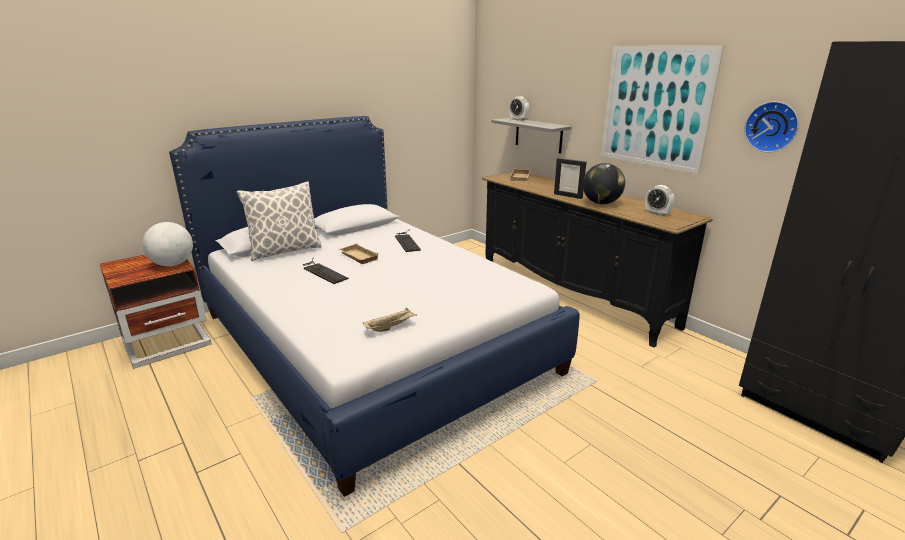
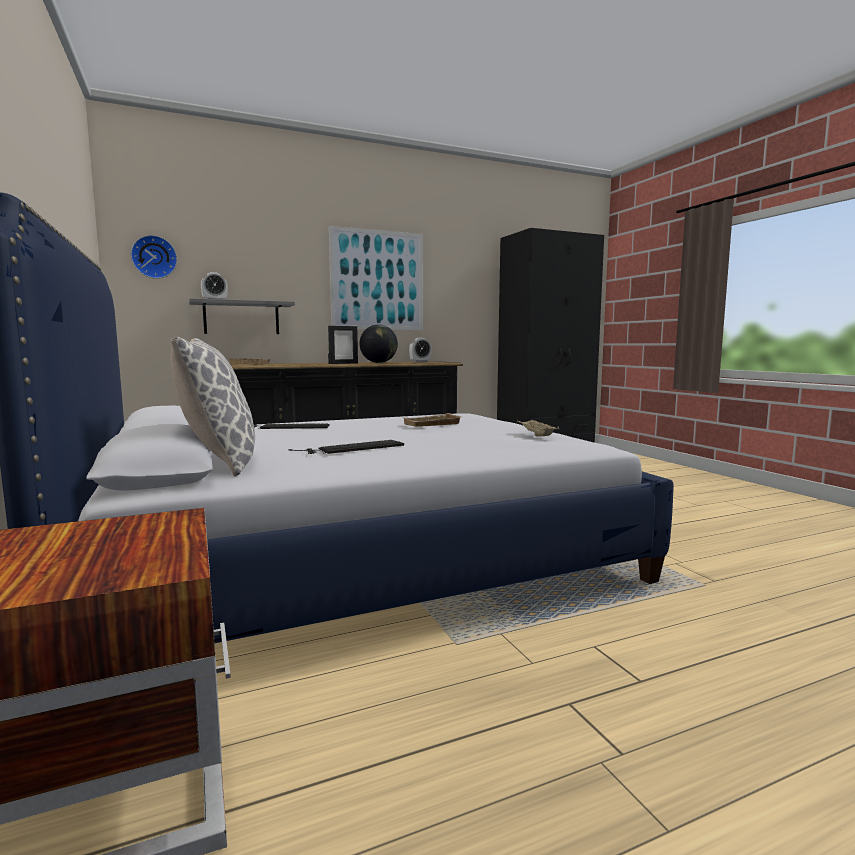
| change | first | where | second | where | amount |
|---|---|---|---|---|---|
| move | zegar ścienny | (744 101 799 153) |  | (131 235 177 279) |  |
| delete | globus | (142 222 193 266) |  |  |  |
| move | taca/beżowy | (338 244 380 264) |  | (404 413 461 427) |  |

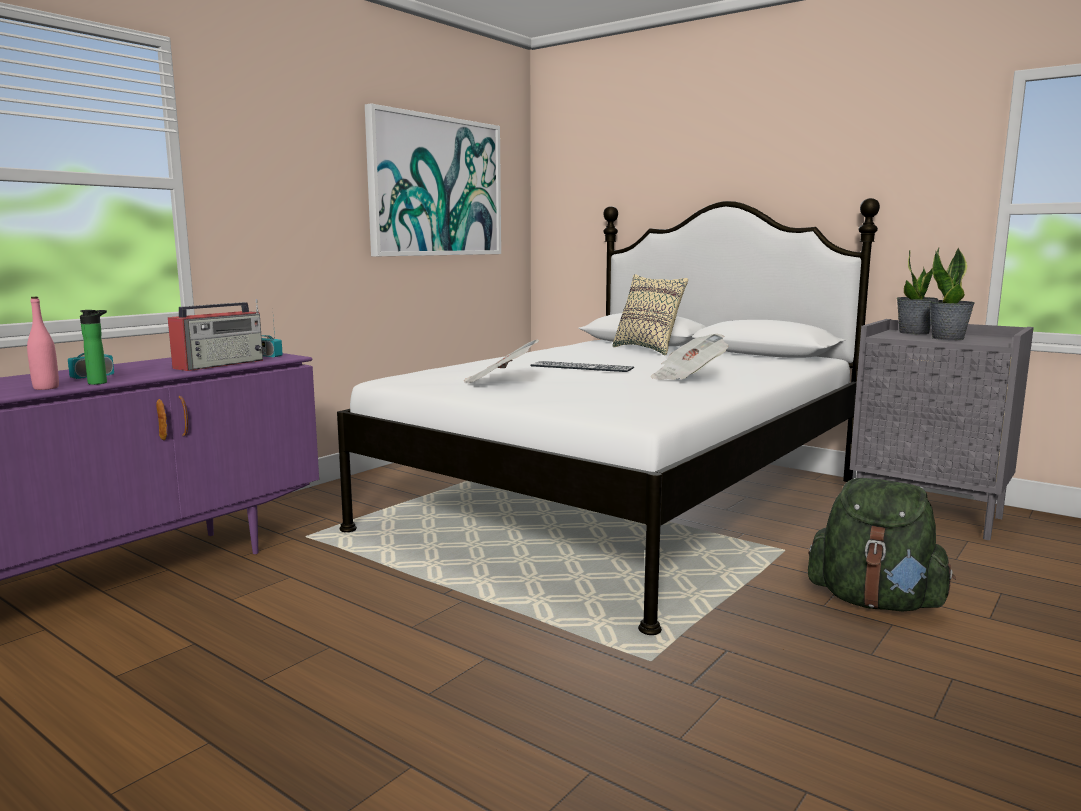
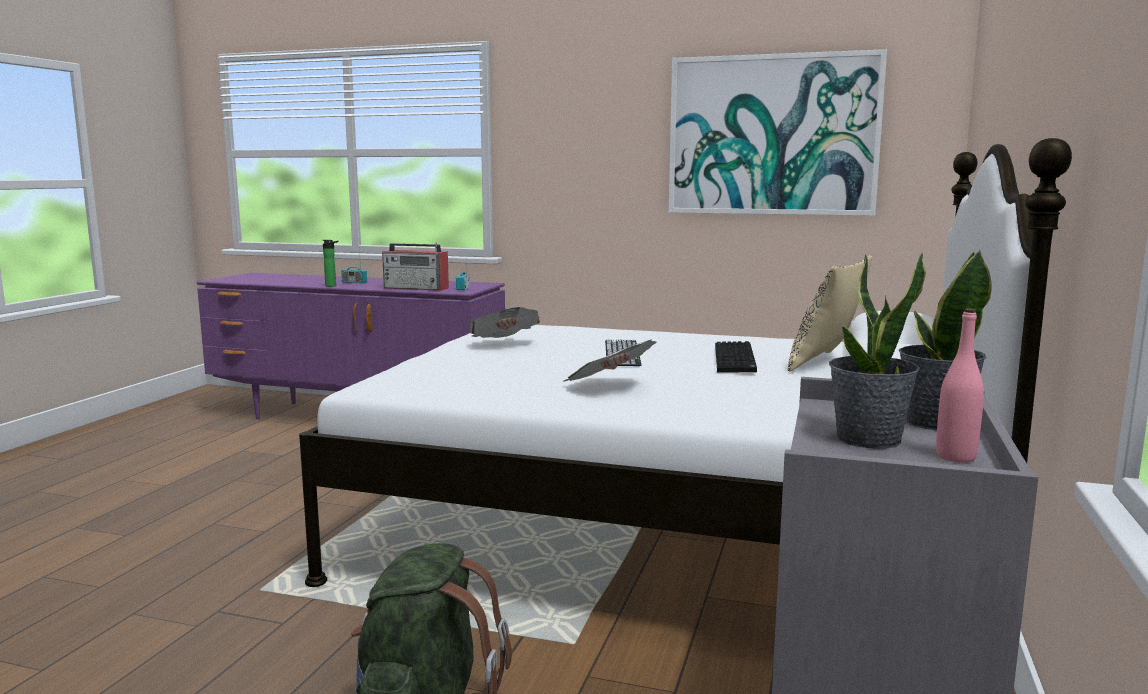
| change | first | where | second | where | amount |
|---|---|---|---|---|---|
| move | butelka/różowy | (27 297 59 390) |  | (936 308 984 463) |  |
| insert |  |  | klawiatura | (715 341 757 373) |  |

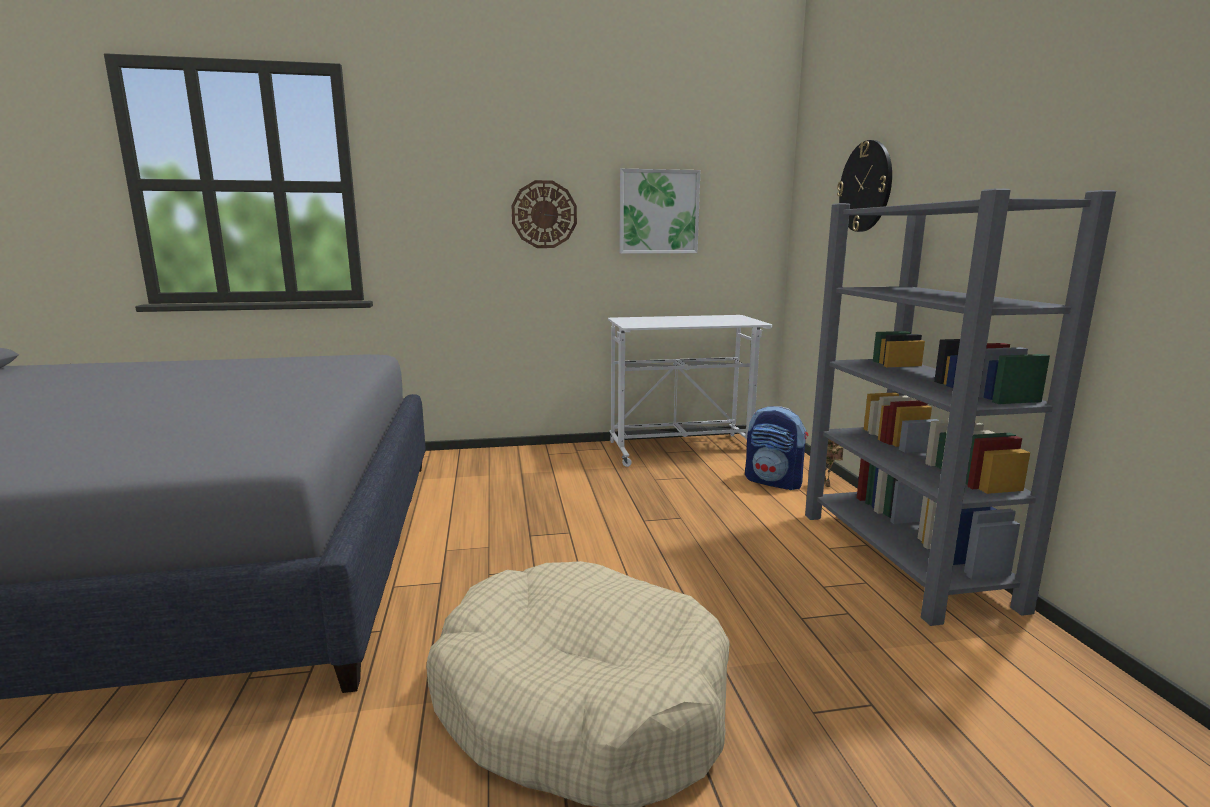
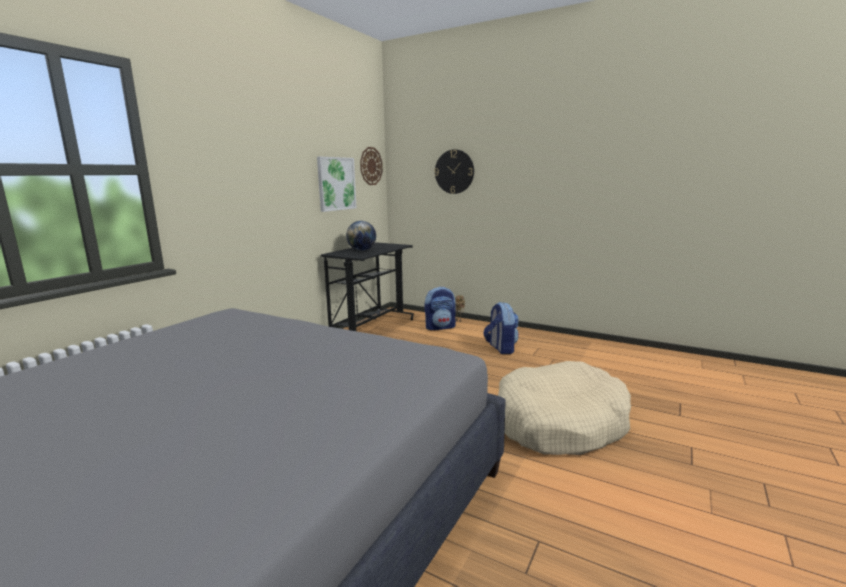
| change | first | where | second | where | amount |
|---|---|---|---|---|---|
| move | zegar ścienny | (511 180 577 248) |  | (360 147 383 185) |  |
| delete | regał/szary | (805 188 1116 626) |  |  |  |
| recolor | biurko/biały | (608 315 772 467) | biurko/czarny | (321 242 414 331) |  |
| insert |  |  | globus | (346 221 376 251) |  |
| insert |  |  | plecak | (483 302 519 354) |  |

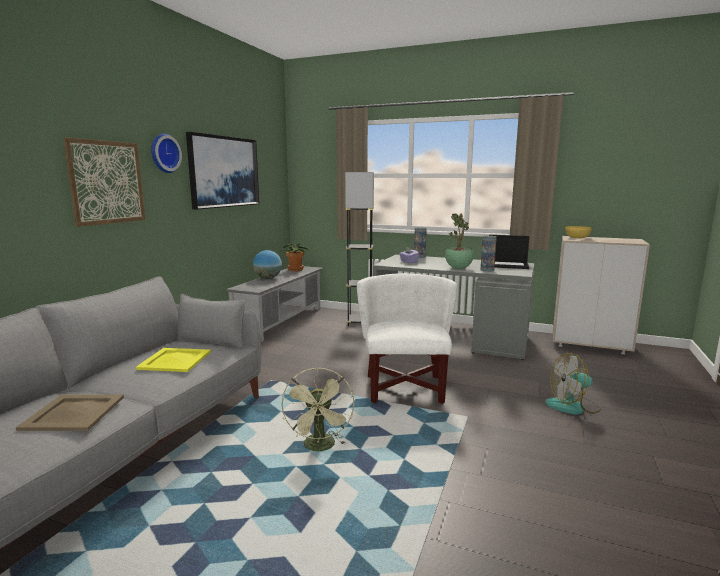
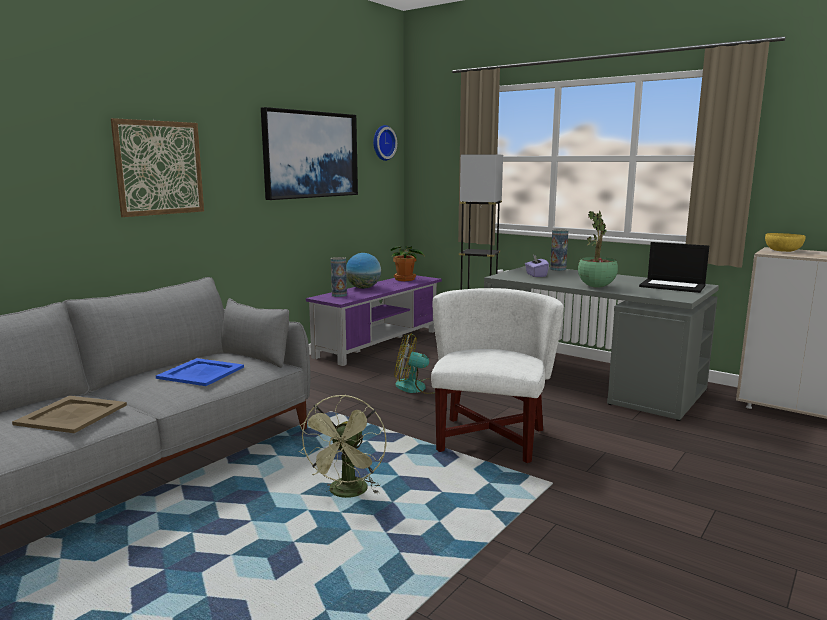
| change | first | where | second | where | amount |
|---|---|---|---|---|---|
| move | zegar ścienny | (151 134 182 173) |  | (373 125 397 161) |  |
| move | wazon | (480 236 497 272) |  | (331 257 347 297) |  |
| recolor | szafka pod telewizor/szary | (226 266 323 342) | szafka pod telewizor/fioletowy | (306 275 442 366) |  |
| recolor | taca/żółty | (136 348 211 372) | taca/niebieski | (156 358 244 386) |  |
| move | wentylator | (545 353 601 415) |  | (395 333 435 394) |  |

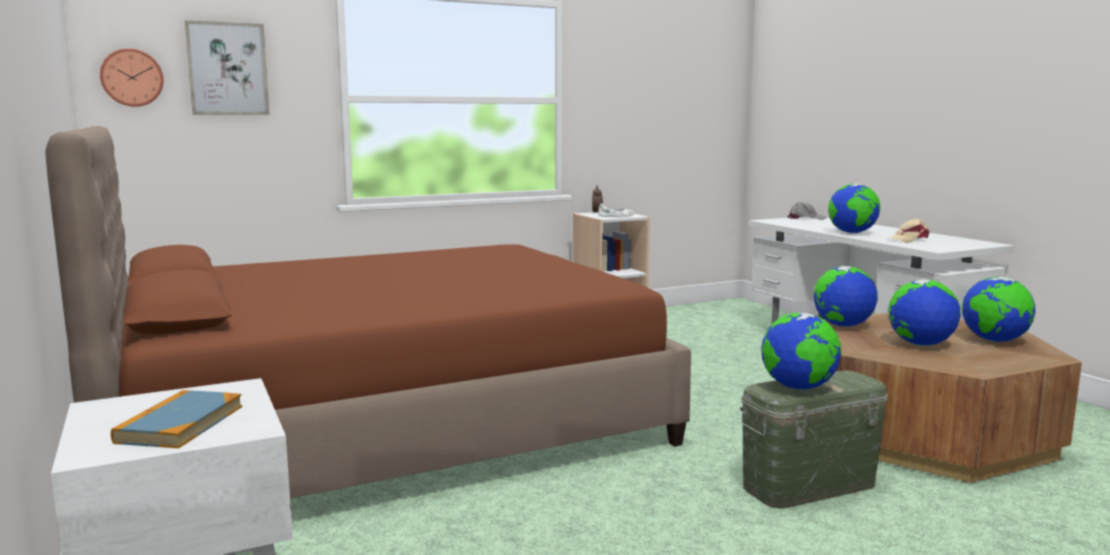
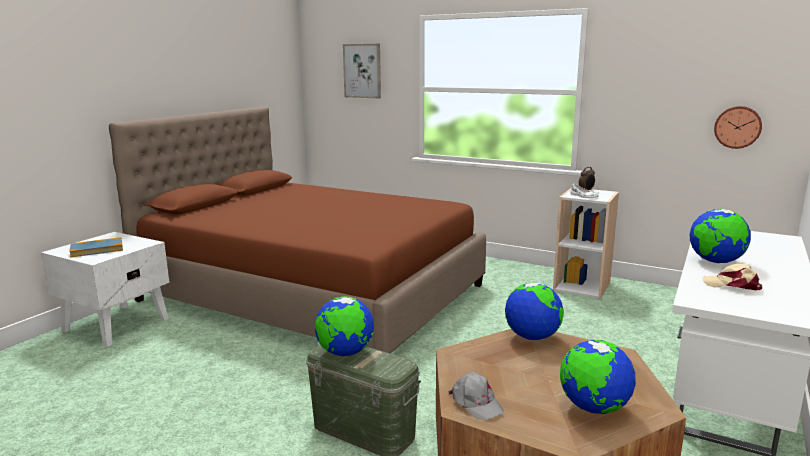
| change | first | where | second | where | amount |
|---|---|---|---|---|---|
| move | zegar ścienny | (100 48 164 107) |  | (714 106 762 149) |  |
| move | czapka z daszkiem/szary | (787 202 827 220) |  | (448 372 504 419) |  |
| delete | globus | (888 279 961 346) |  |  |  |

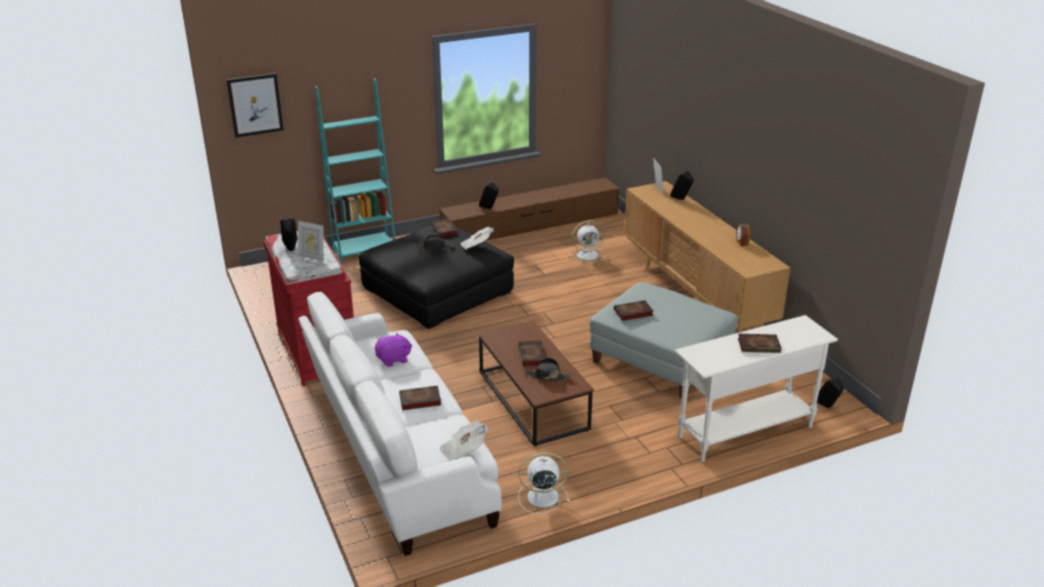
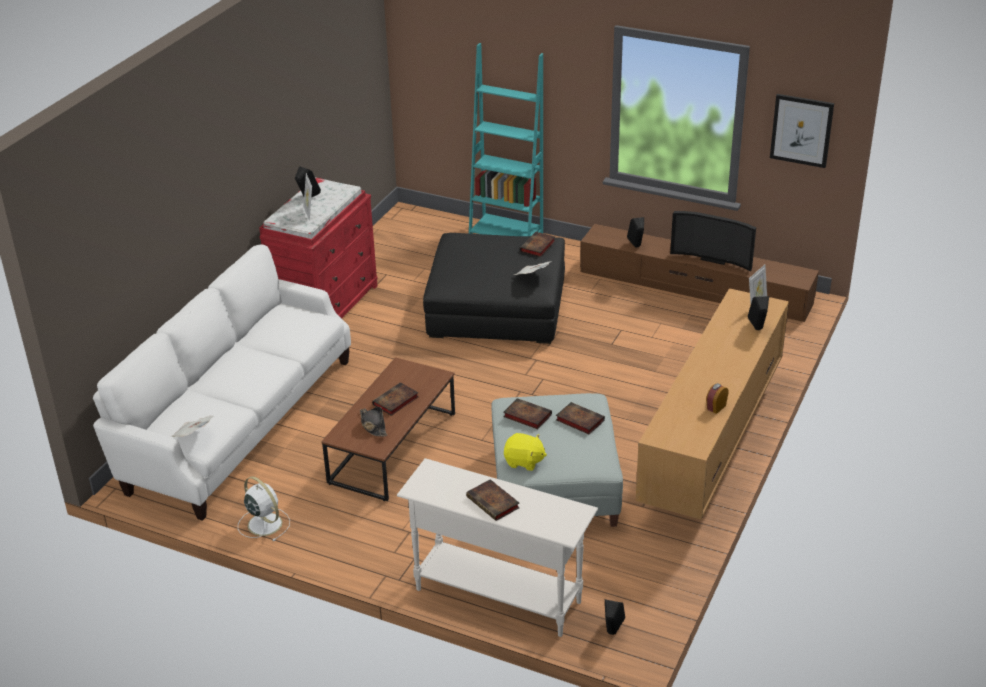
| change | first | where | second | where | amount |
|---|---|---|---|---|---|
| move | obraz | (226 73 283 137) |  | (770 94 834 168) |  |
| delete | wentylator/biały | (569 220 605 263) |  |  |  |
| delete | kapelusz/czarny | (414 235 455 251) |  |  |  |
| delete | pluszak/fioletowy | (375 333 412 367) |  |  |  |
| move | książka | (399 386 441 410) |  | (556 402 605 434) |  |
| insert |  |  | telewizor | (670 211 756 271) |  |
| insert |  |  | pluszak/żółty | (504 433 547 471) |  |

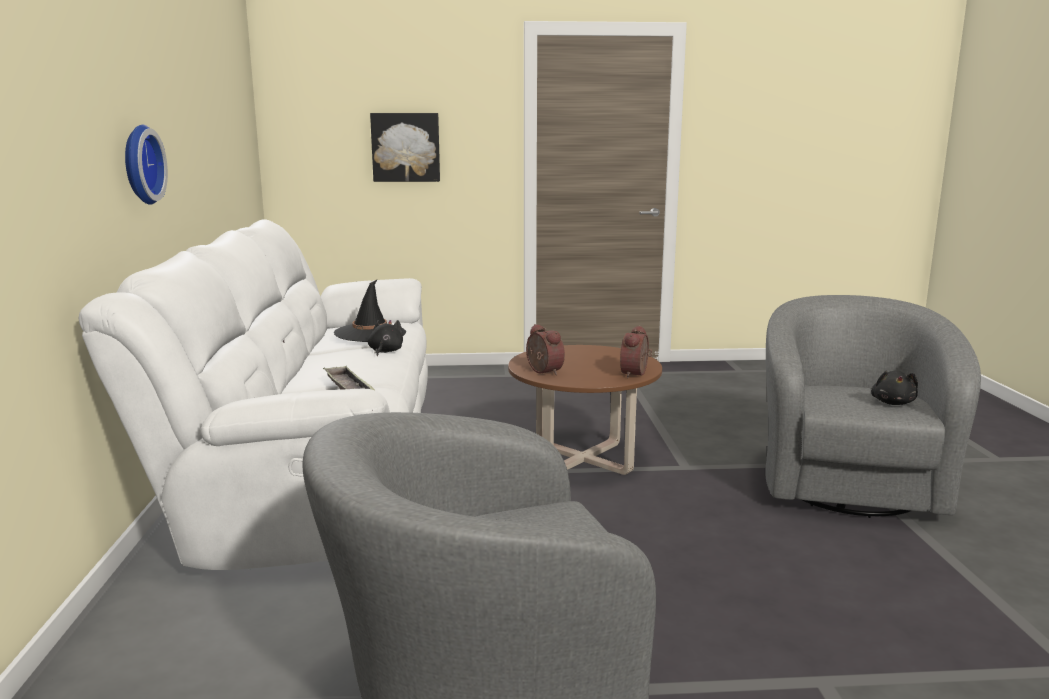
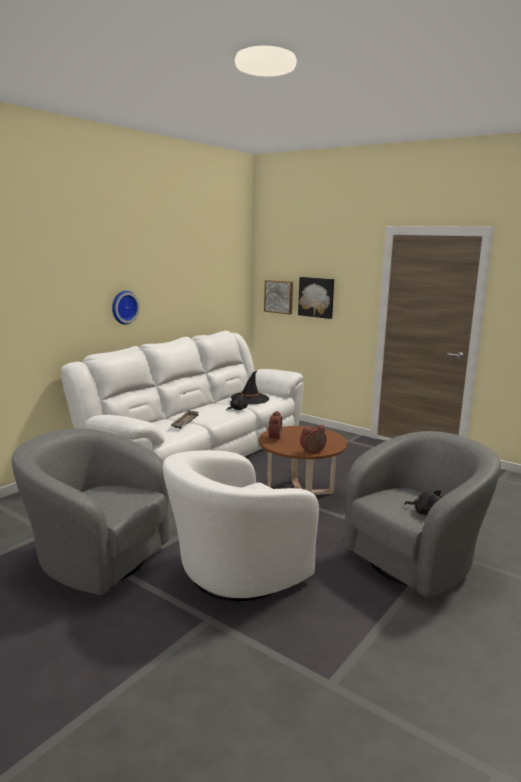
| change | first | where | second | where | amount |
|---|---|---|---|---|---|
| rotate | pluszak/czarny | (871 370 918 405) |  | (404 490 443 515) | 105 degrees counterclockwise |
| insert |  |  | obraz | (264 280 293 314) |  |
| insert |  |  | fotel/biały | (163 450 319 602) |  |

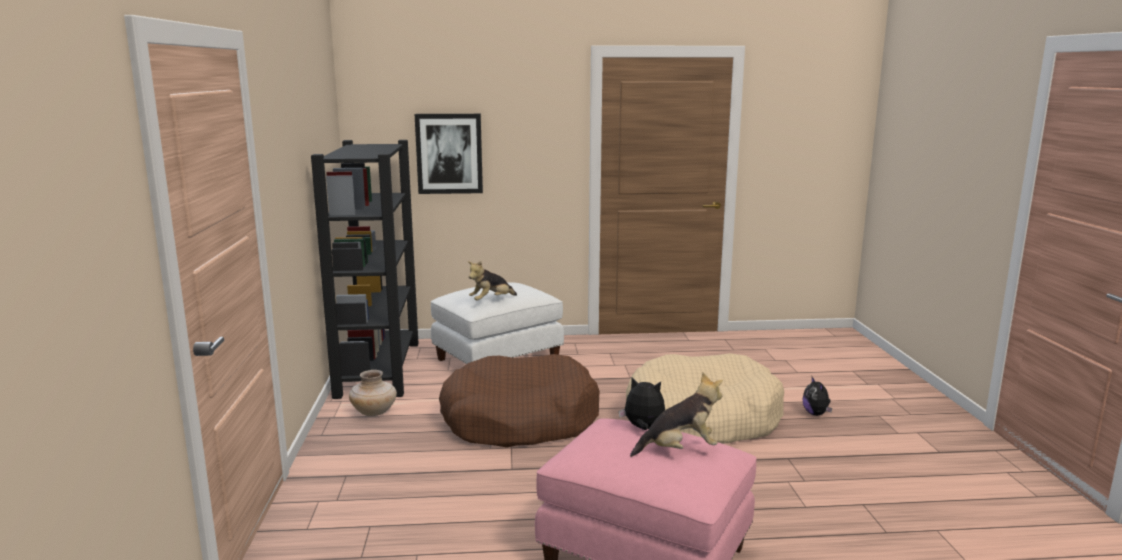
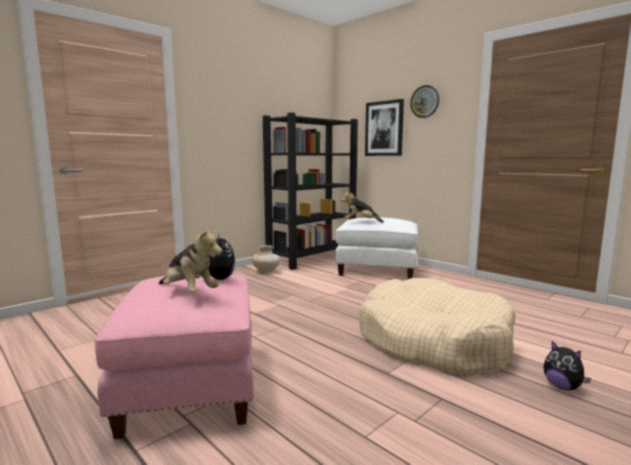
| change | first | where | second | where | amount |
|---|---|---|---|---|---|
| delete | legowisko/brązowy | (439 354 600 448) |  |  |  |
| rotate | pluszak | (803 377 832 416) |  | (543 341 592 390) | 75 degrees counterclockwise |
| insert |  |  | zegar ścienny | (410 85 439 118) |  |

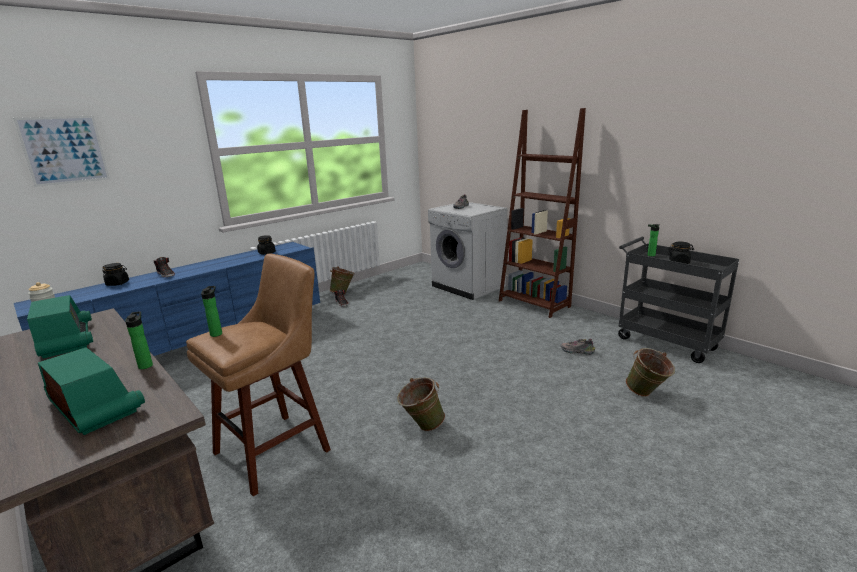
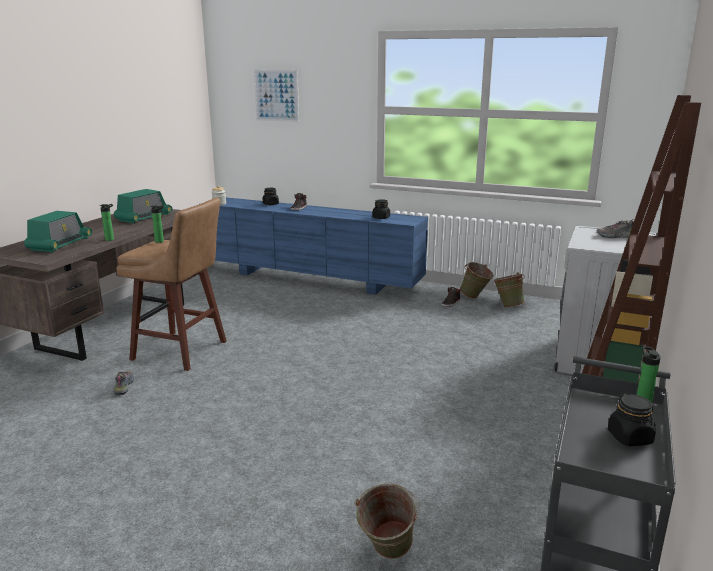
| change | first | where | second | where | amount |
|---|---|---|---|---|---|
| move | but | (561 339 595 355) |  | (113 371 134 395) |  |
| move | wiadro/zielony | (397 377 445 431) |  | (493 272 525 308) |  |

